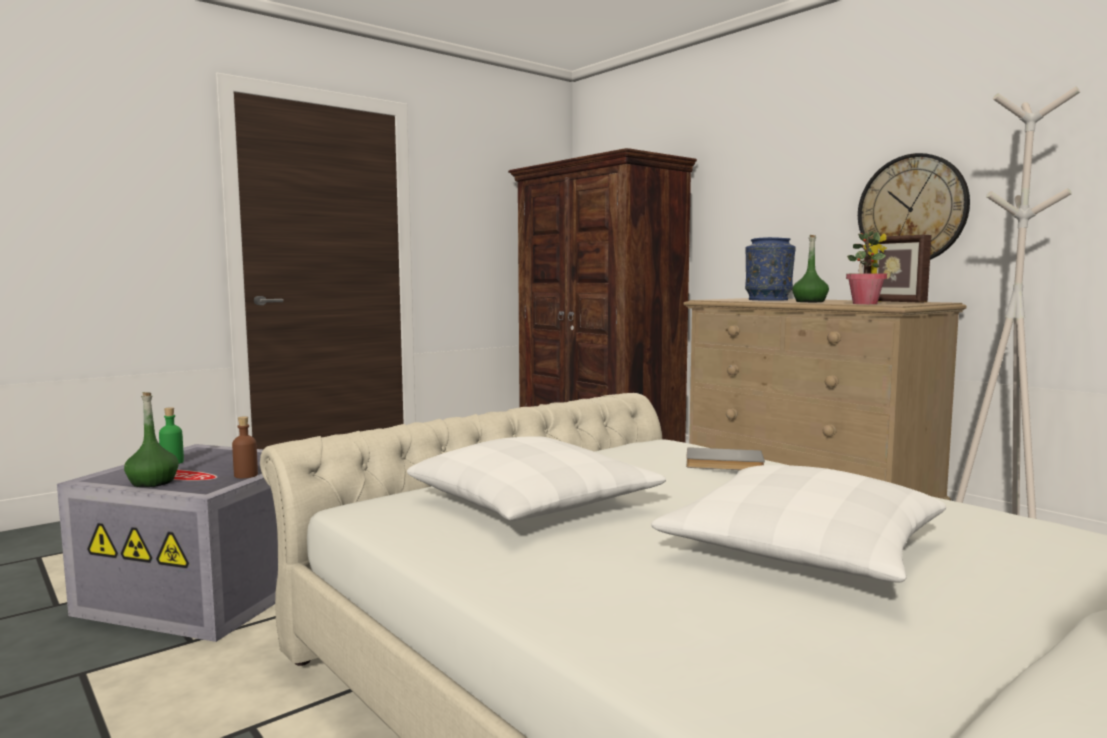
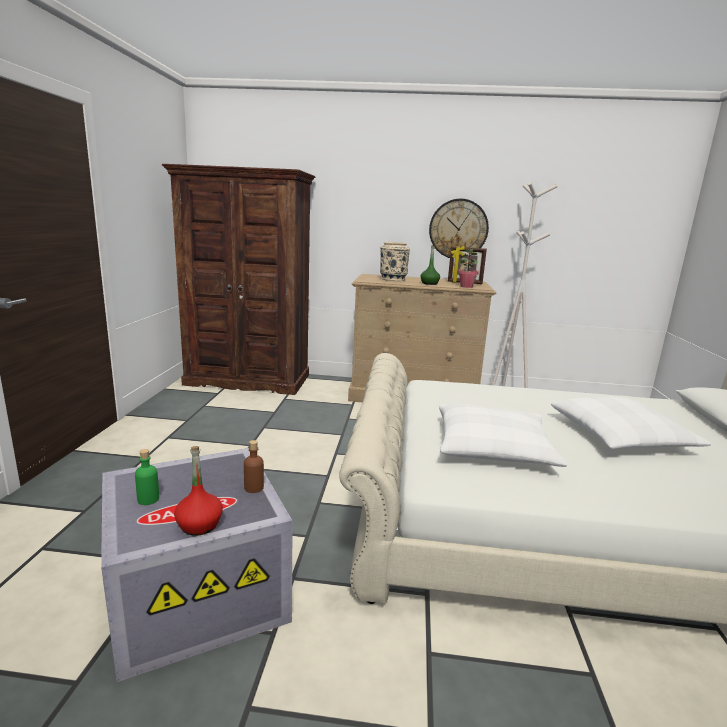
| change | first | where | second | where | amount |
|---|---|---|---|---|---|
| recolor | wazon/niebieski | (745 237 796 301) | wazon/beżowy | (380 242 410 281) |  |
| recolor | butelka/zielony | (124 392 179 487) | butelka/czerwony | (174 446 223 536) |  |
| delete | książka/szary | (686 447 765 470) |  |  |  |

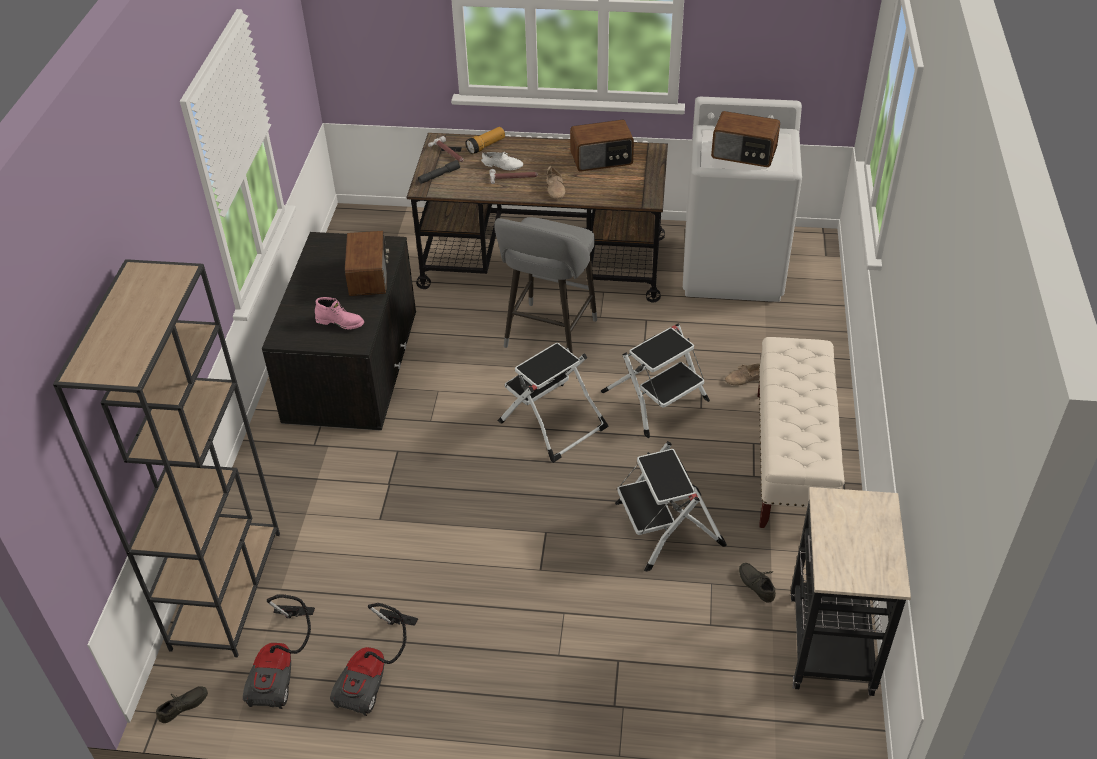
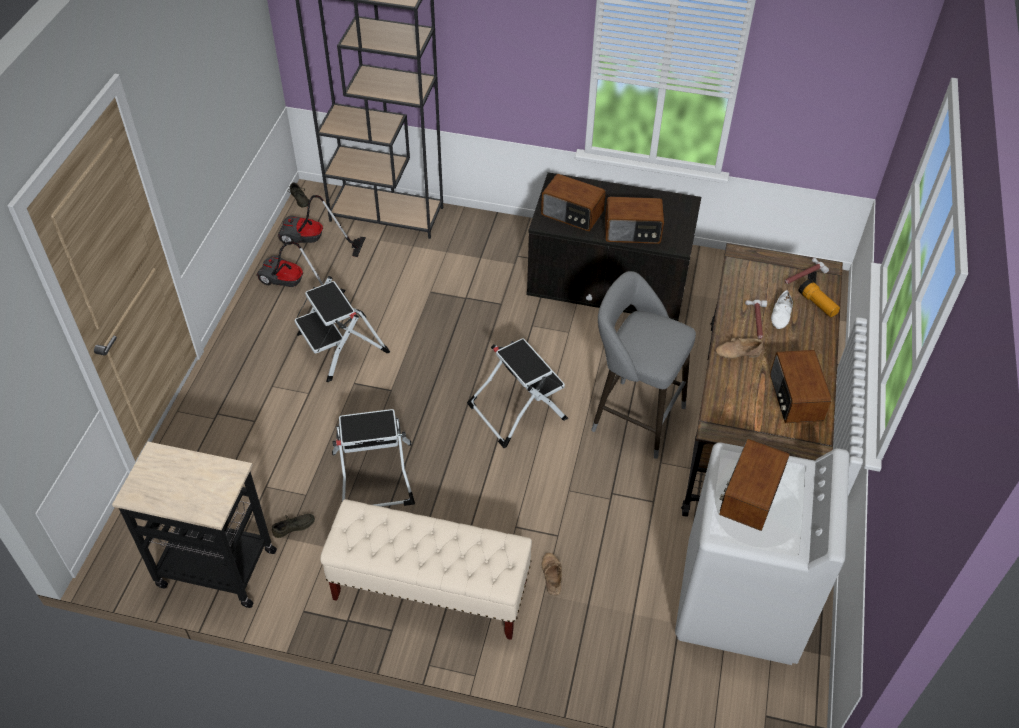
| change | first | where | second | where | amount |
|---|---|---|---|---|---|
| delete | latarka/szary | (418 160 460 184) |  |  |  |
| replace | but z cholewką/różowy | (315 297 364 329) | radio | (541 174 606 231) |  |
| move | drabinka | (601 323 710 438) |  | (295 276 390 383) |  |

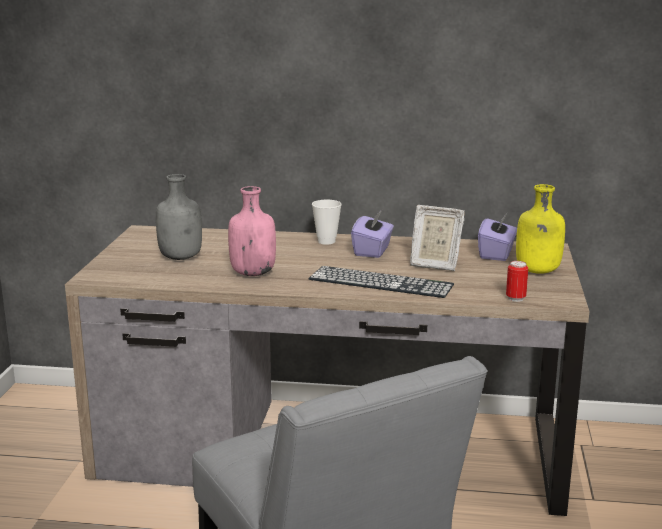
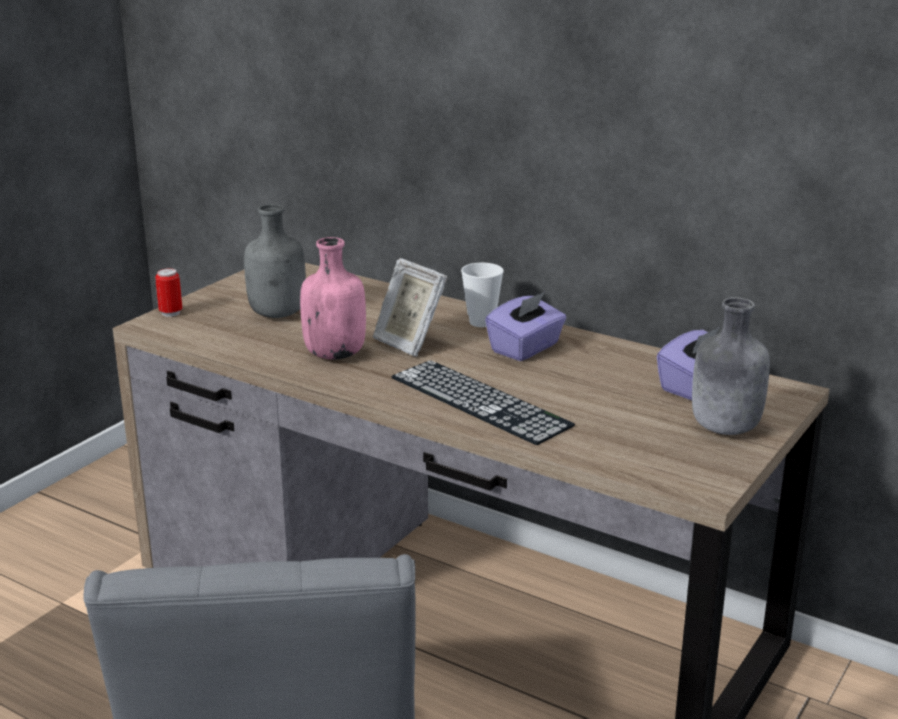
| change | first | where | second | where | amount |
|---|---|---|---|---|---|
| recolor | butelka/żółty | (516 184 565 274) | butelka/szary | (692 297 770 435) |  |
| move | ramka na zdjęcie | (410 205 465 271) |  | (373 258 447 357) |  |
| move | puszka | (506 261 528 302) |  | (155 268 182 317) |  |

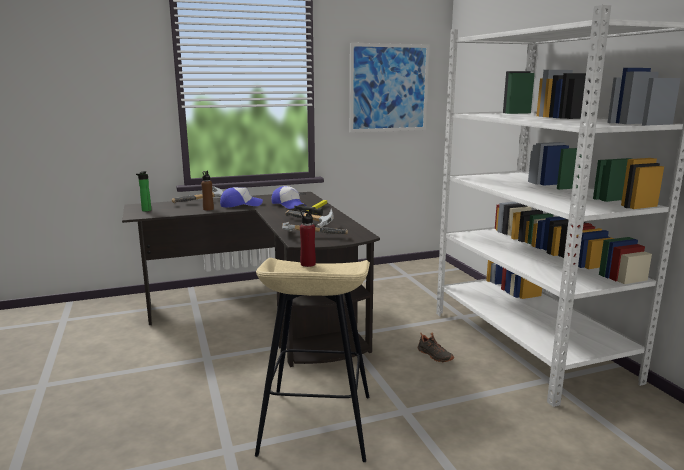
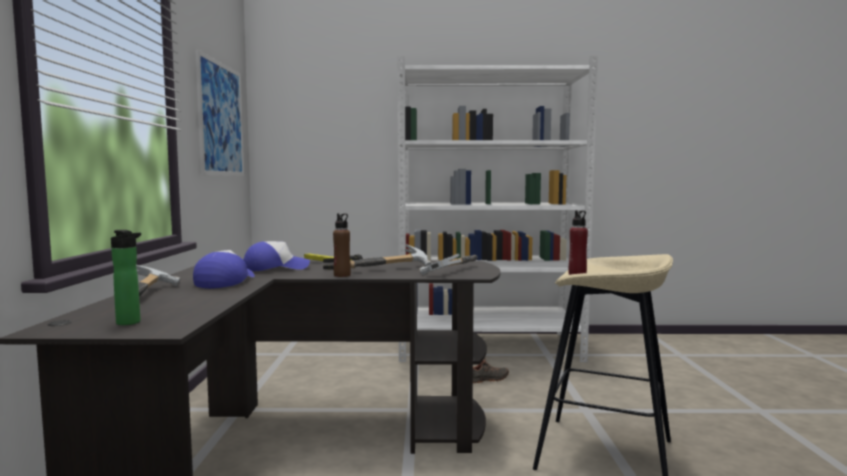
| change | first | where | second | where | amount |
|---|---|---|---|---|---|
| move | butelka/brązowy | (201 171 214 211) |  | (333 213 351 277) |  |

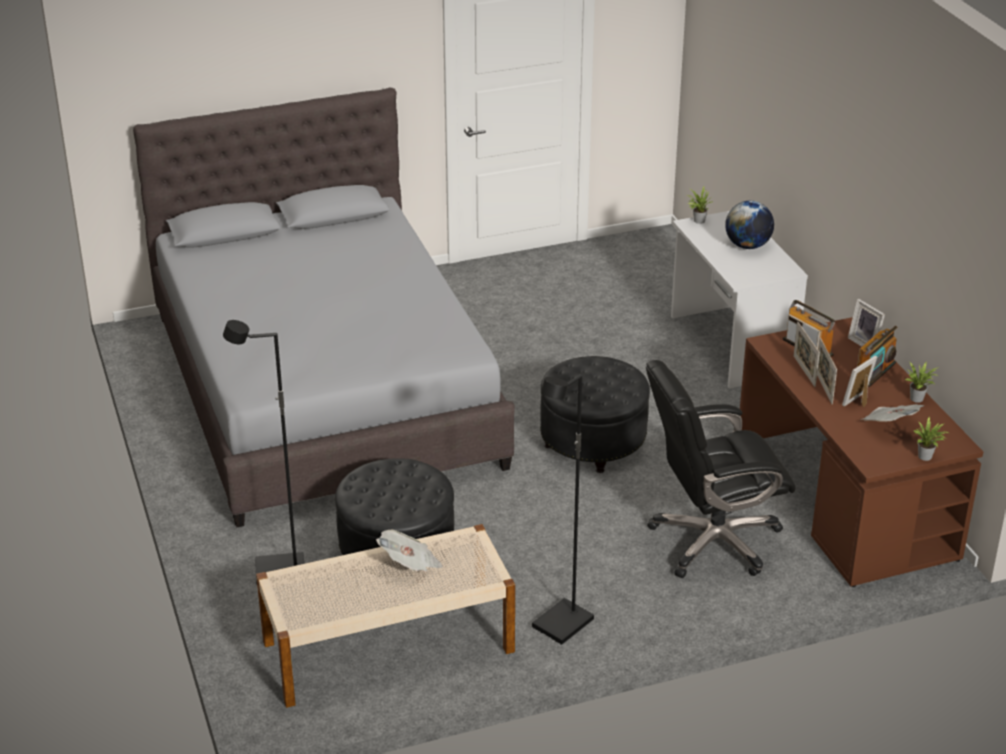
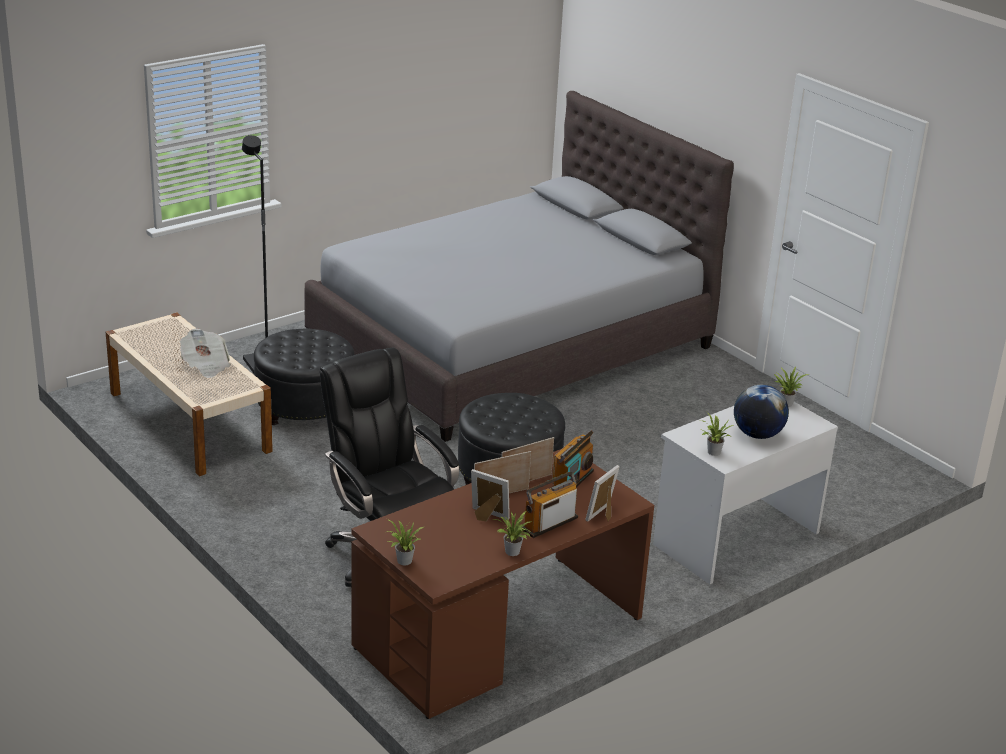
| change | first | where | second | where | amount |
|---|---|---|---|---|---|
| rotate | radio | (857 325 898 387) |  | (521 472 578 538) | 120 degrees clockwise |
| delete | lampa stojąca/czarny | (532 374 594 645) |  |  |  |
| delete | gazeta | (861 404 925 422) |  |  |  |
| insert |  |  | roślina doniczkowa | (700 412 735 456) |  |

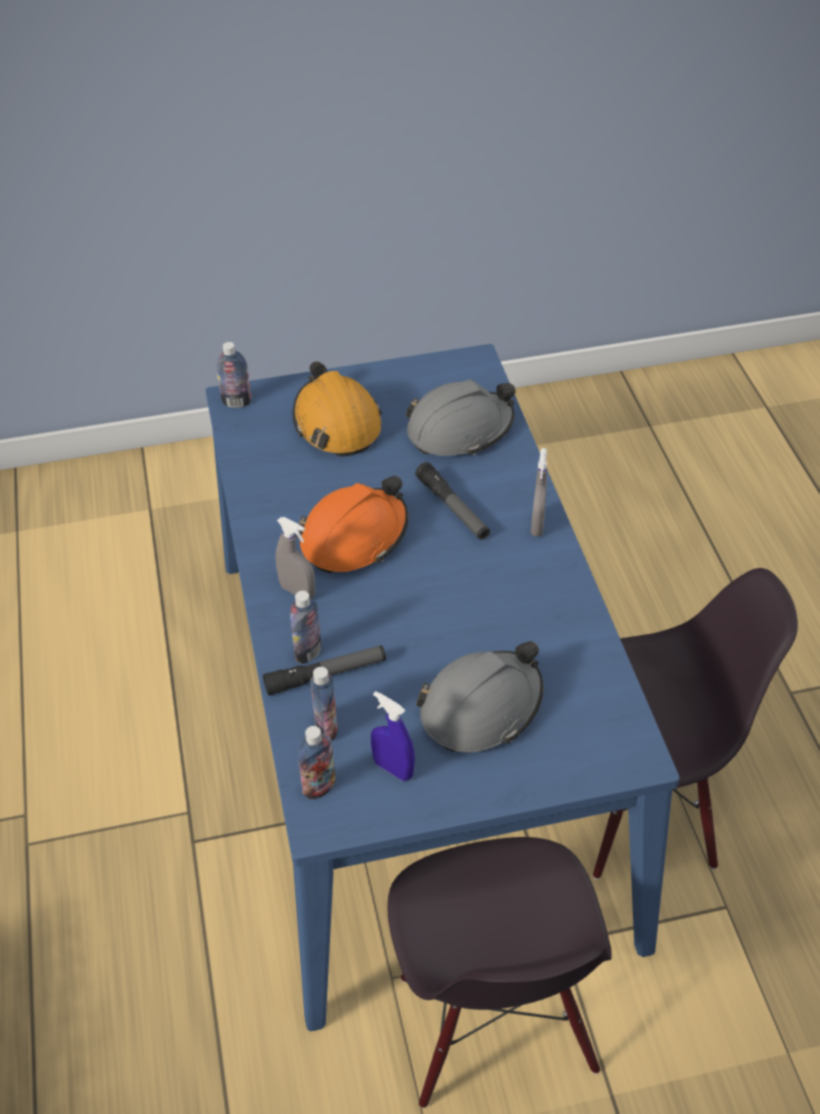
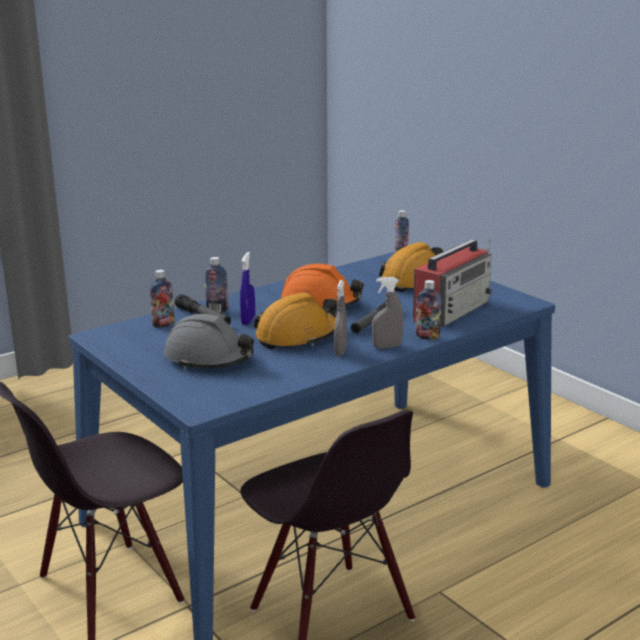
| change | first | where | second | where | amount |
|---|---|---|---|---|---|
| replace | kask/szary | (406 380 516 456) | radio | (413 238 493 327) |  |
| move | spryskiwacz/szary | (276 517 315 599) |  | (334 280 347 356) |  |
| move | spryskiwacz/niebieski | (371 691 415 781) |  | (240 252 255 325) |  |
| move | butelka | (298 726 335 800) |  | (415 280 441 340) |  |
| insert |  |  | kask/pomarańczowy | (254 292 337 349) |  |

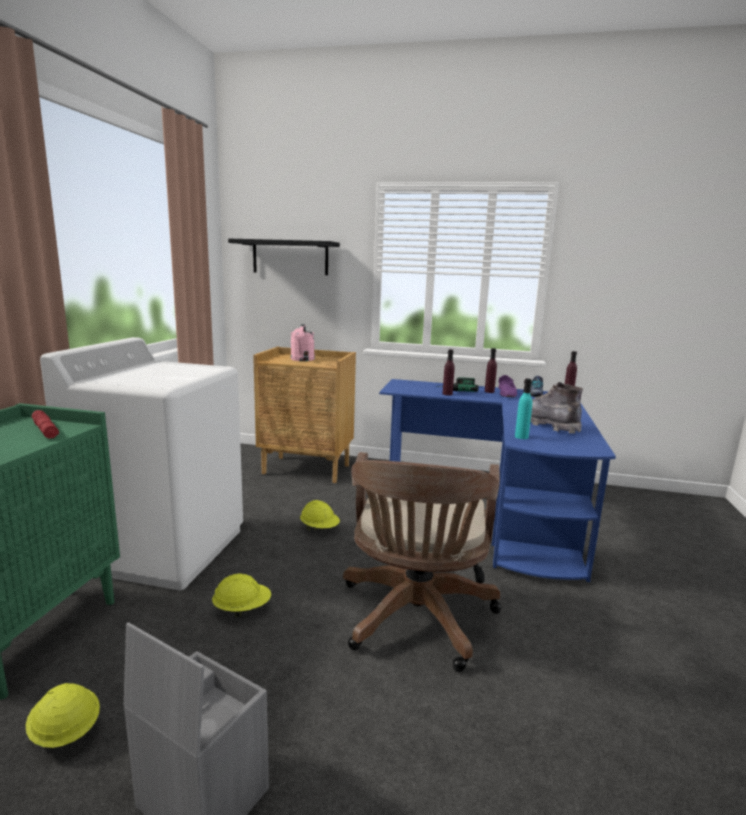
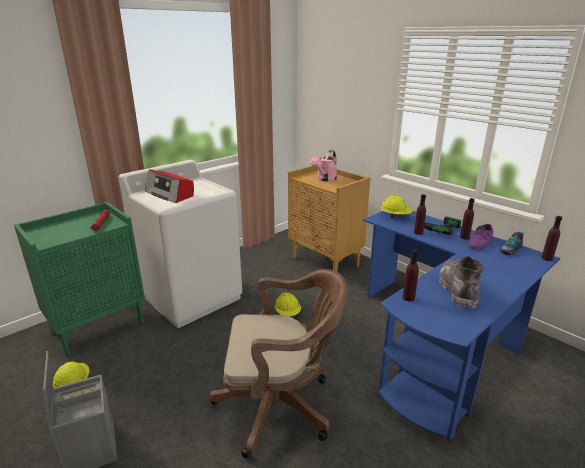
| change | first | where | second | where | amount |
|---|---|---|---|---|---|
| delete | półka/czarny | (228 238 340 275) |  |  |  |
| recolor | butelka/turkusowy | (515 379 532 439) | butelka/fioletowy | (403 249 419 301) |  |
| rotate | krzesło biurowe/brązowy | (343 452 501 672) |  | (209 269 347 458) | 135 degrees counterclockwise |
| move | kask/żółty | (212 574 271 617) |  | (380 196 413 219) |  |
| insert |  |  | radio | (144 169 194 203) |  |

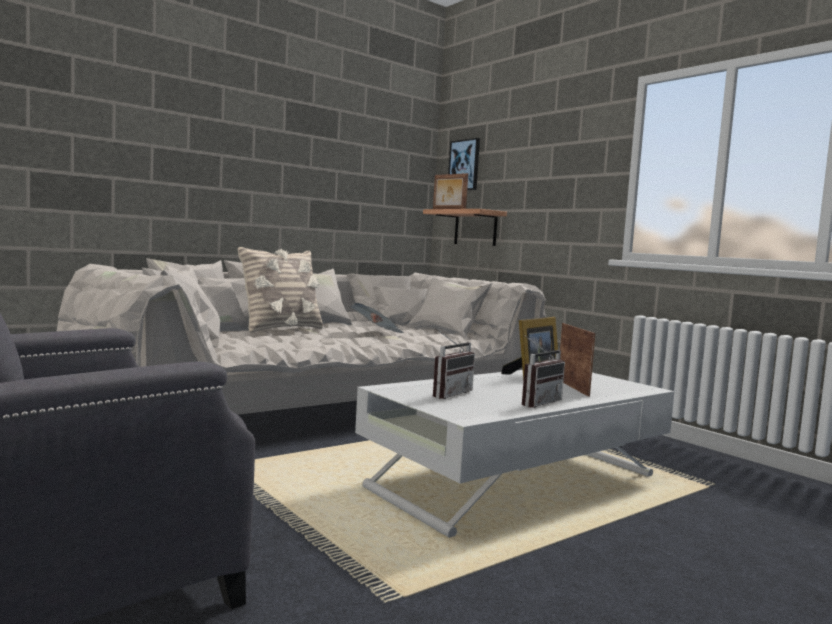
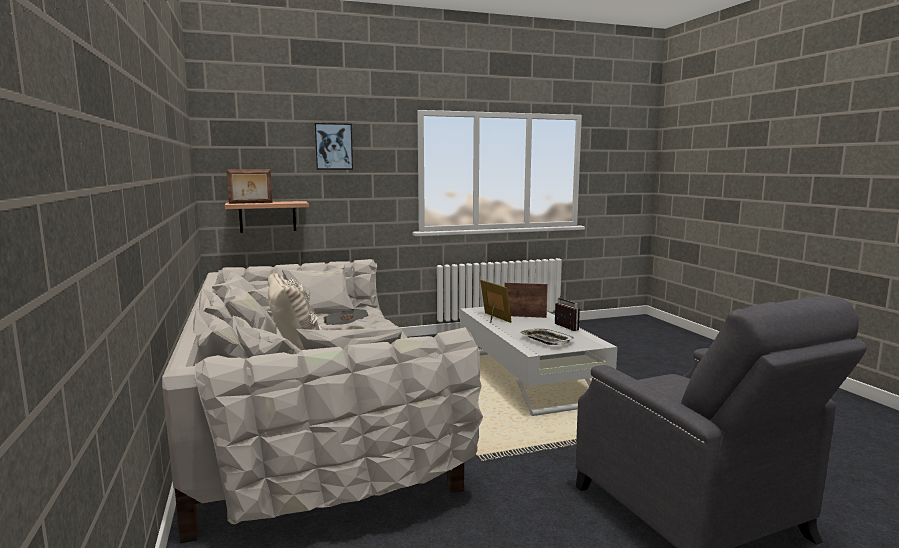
| change | first | where | second | where | amount |
|---|---|---|---|---|---|
| move | obraz | (448 138 480 190) |  | (314 123 353 170) |  |
| replace | radio | (433 329 475 399) | taca | (520 329 575 345) |  |

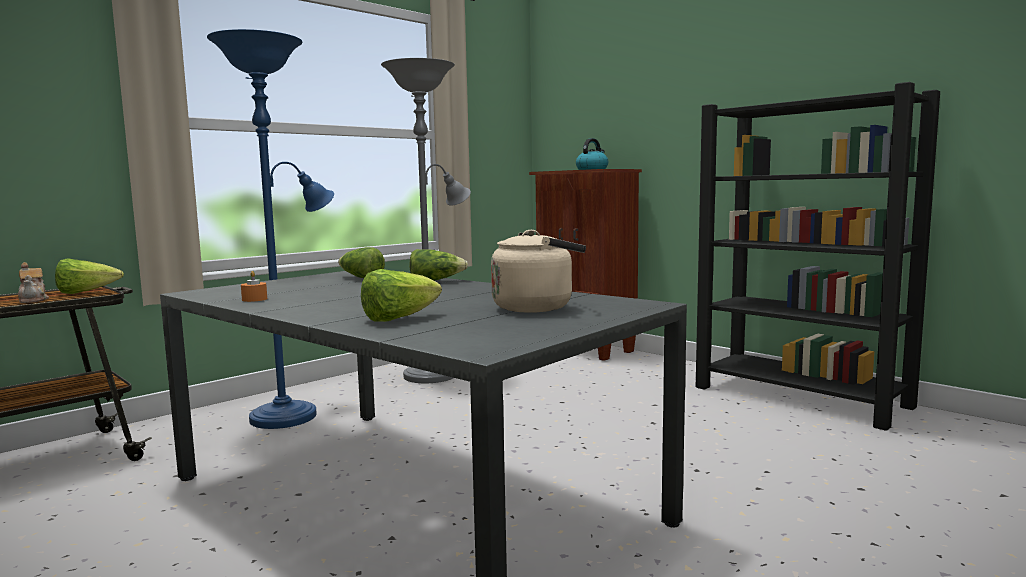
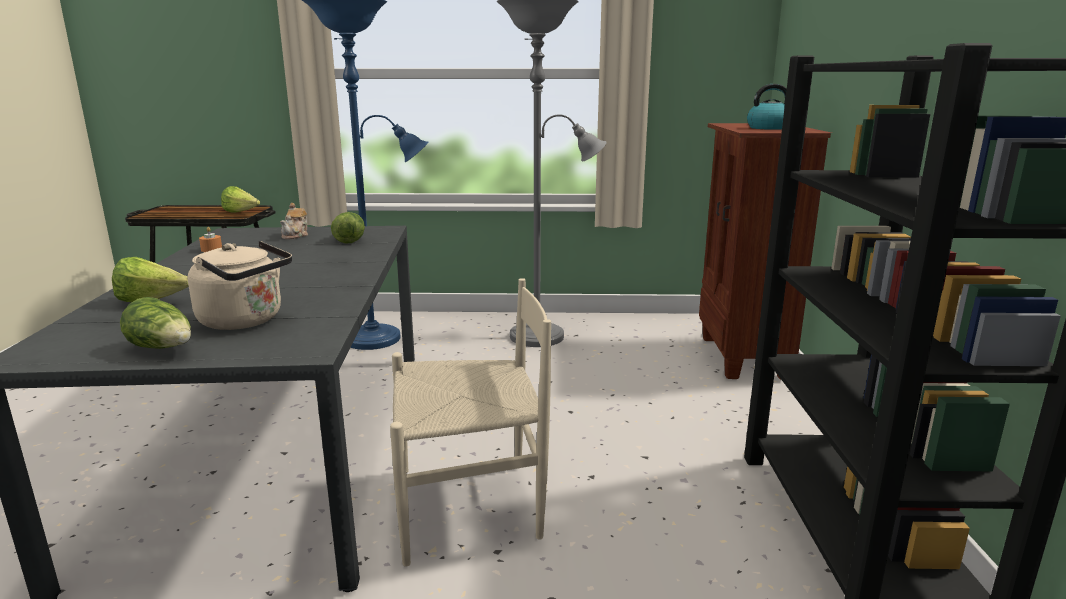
| change | first | where | second | where | amount |
|---|---|---|---|---|---|
| move | sałata | (409 249 468 281) |  | (120 297 191 349) |  |
| move | imbryk | (18 262 49 303) |  | (280 203 308 239) |  |
| insert |  |  | krzesło/beżowy | (390 278 551 567) |  |

